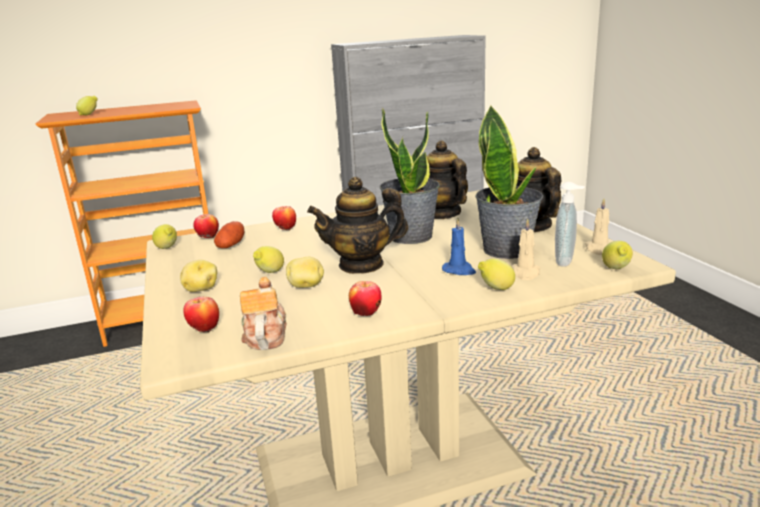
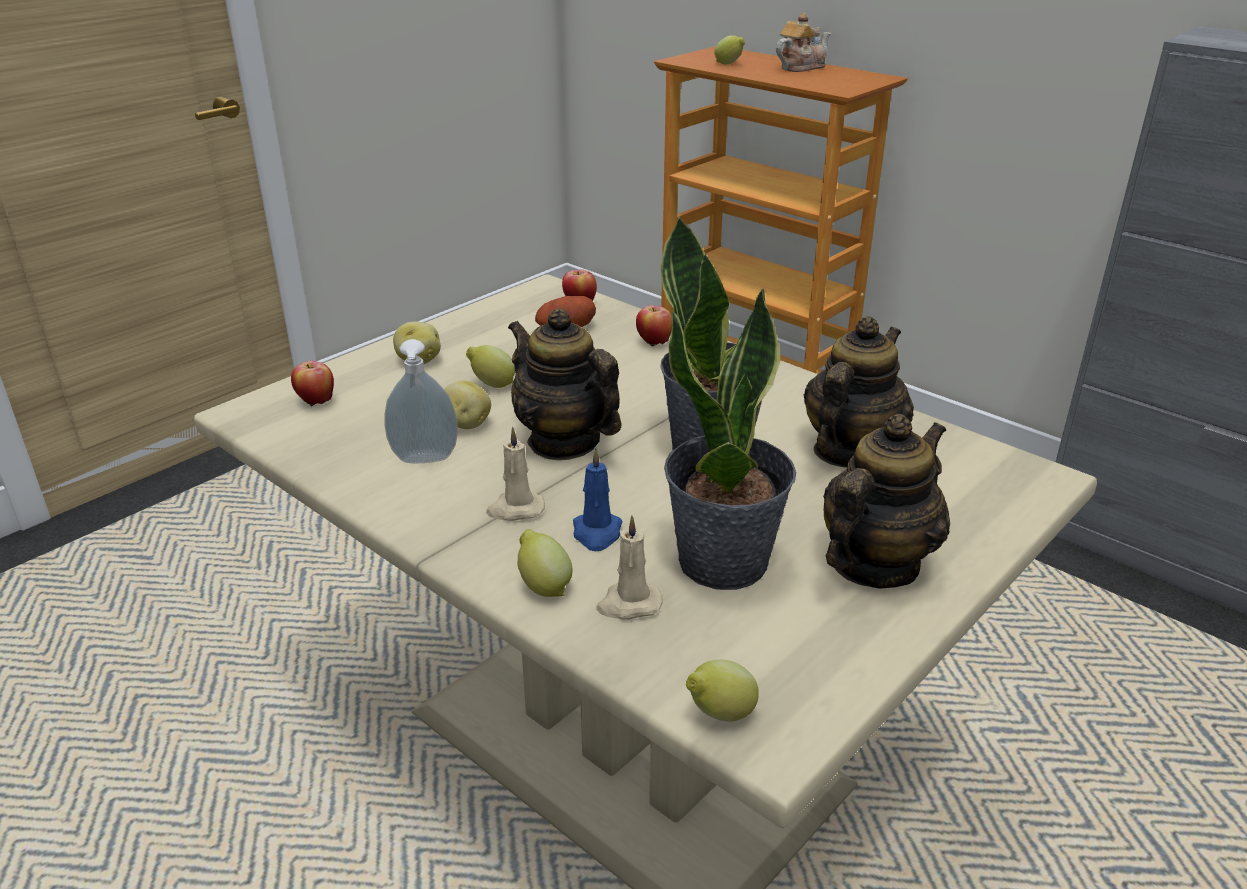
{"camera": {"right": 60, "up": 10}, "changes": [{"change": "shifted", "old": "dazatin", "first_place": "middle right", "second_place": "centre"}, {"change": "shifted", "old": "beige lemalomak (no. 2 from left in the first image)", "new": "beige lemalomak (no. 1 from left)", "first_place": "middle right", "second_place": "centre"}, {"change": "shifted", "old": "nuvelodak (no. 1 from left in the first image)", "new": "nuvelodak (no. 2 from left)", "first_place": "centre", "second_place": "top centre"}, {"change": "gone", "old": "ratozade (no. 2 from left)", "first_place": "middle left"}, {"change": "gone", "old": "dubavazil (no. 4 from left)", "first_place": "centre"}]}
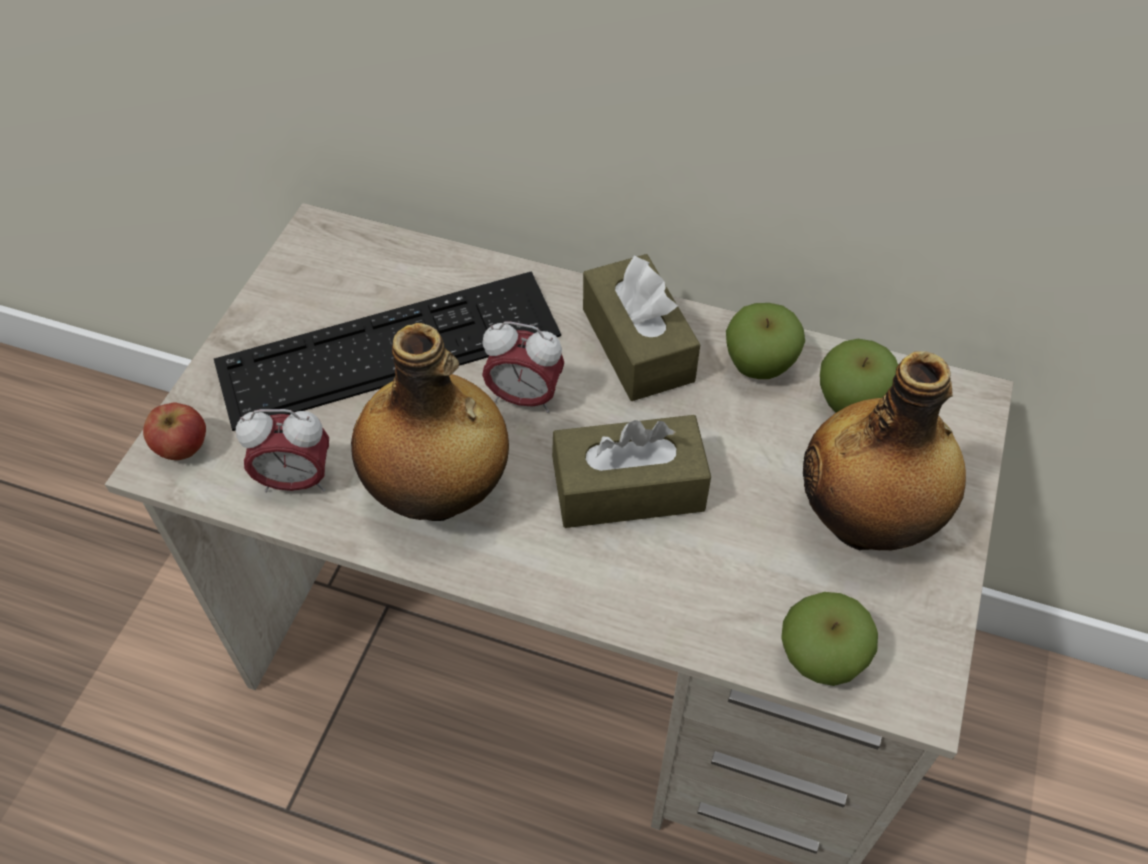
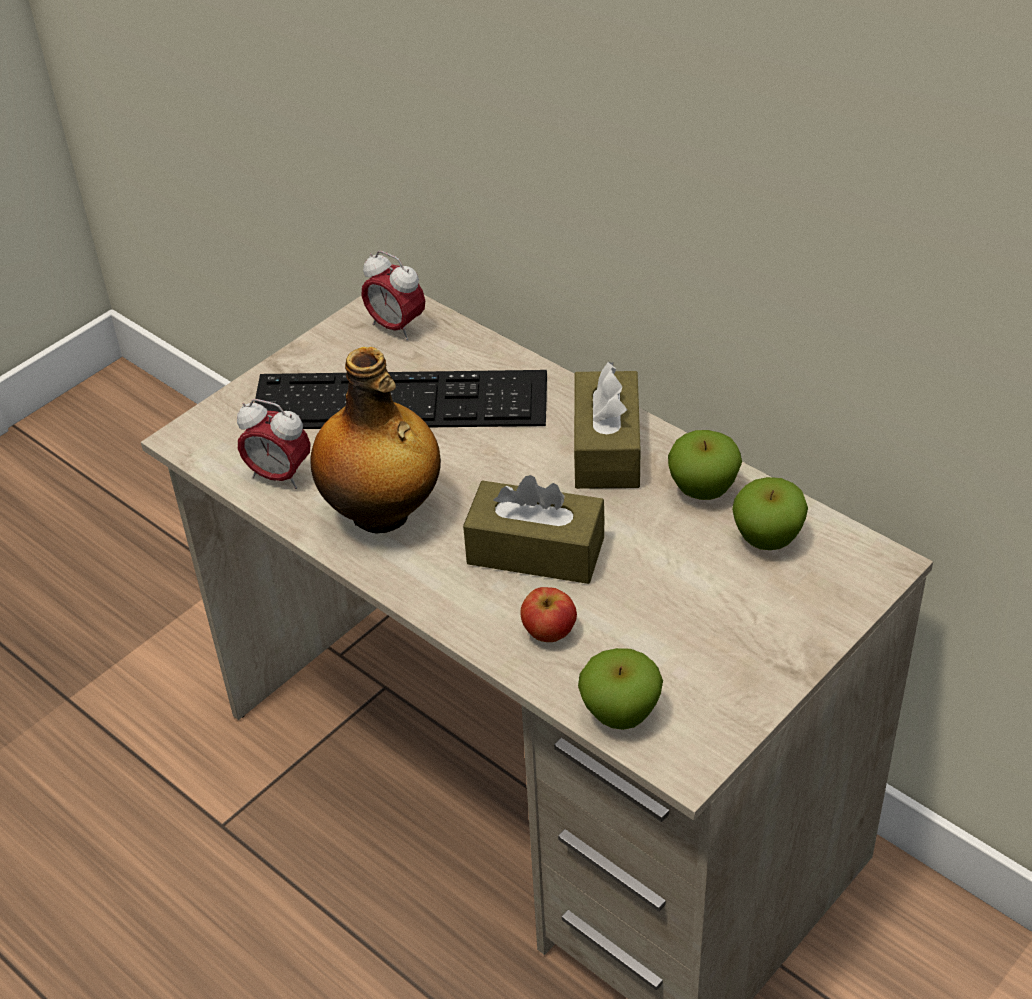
{"camera": {"right": 25, "up": -10}, "changes": [{"change": "shifted", "old": "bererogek (no. 2 from left)", "first_place": "centre", "second_place": "top centre"}, {"change": "shifted", "old": "dubavazil (no. 1 from left)", "first_place": "middle left", "second_place": "centre"}, {"change": "gone", "old": "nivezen (no. 2 from left)", "first_place": "middle right"}]}
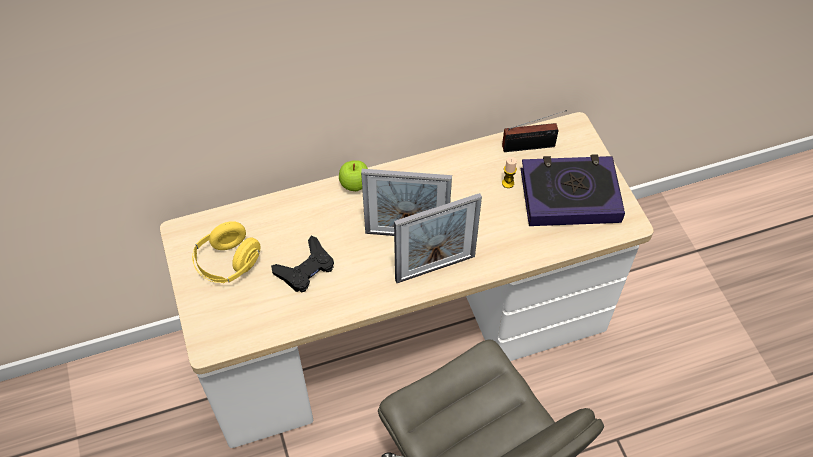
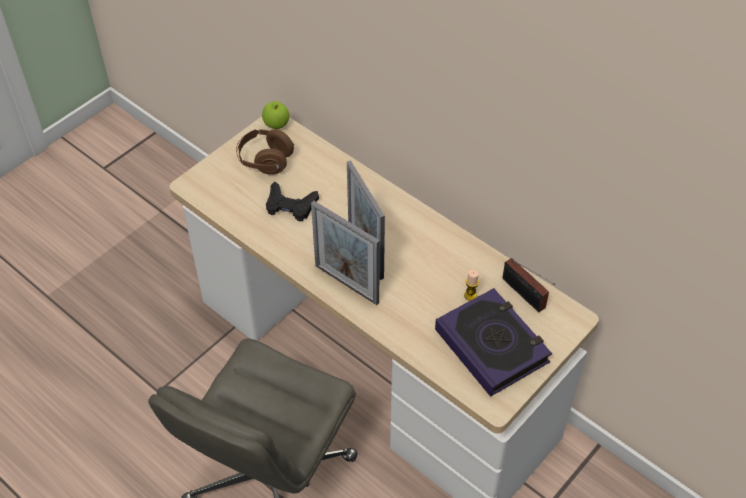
{"camera": {"right": 60, "up": -5}, "changes": [{"change": "repainted", "old": "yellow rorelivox", "new": "brown rorelivox", "first_place": "middle left", "second_place": "top centre"}, {"change": "shifted", "old": "dubavazil", "first_place": "centre", "second_place": "top centre"}]}
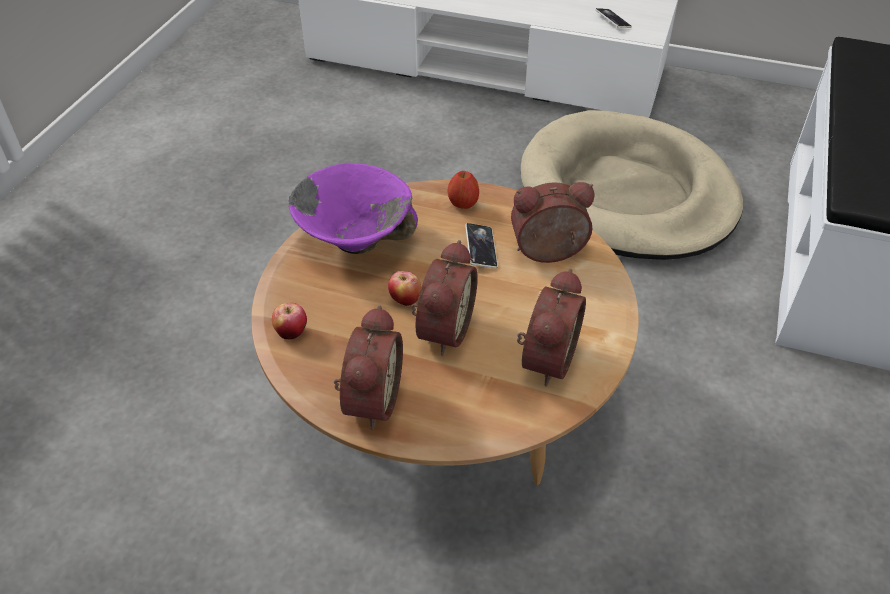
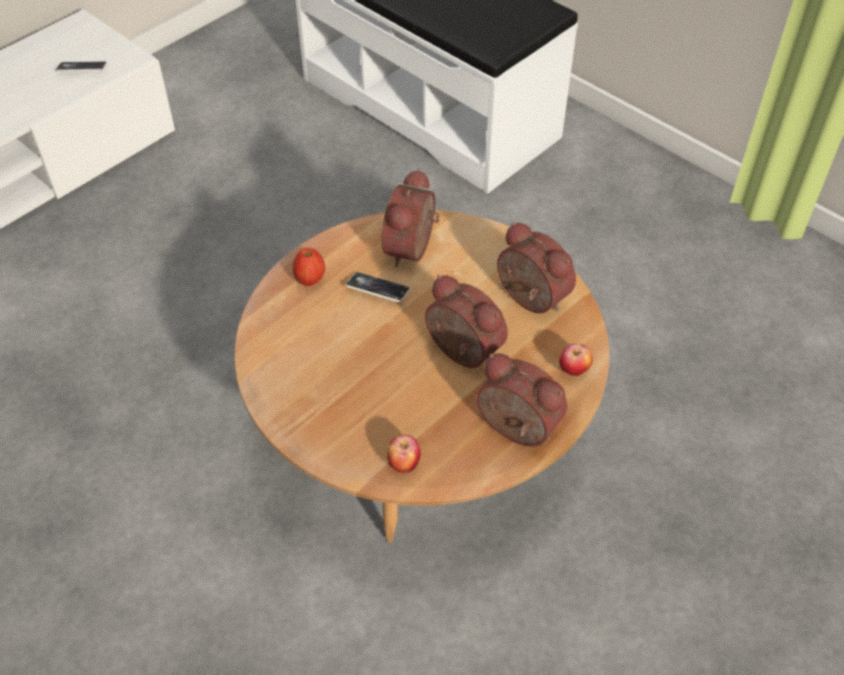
{"camera": {"right": -65, "up": 5}, "changes": [{"change": "shifted", "old": "dubavazil (no. 2 from left in the first image)", "new": "dubavazil (no. 3 from left)", "first_place": "centre", "second_place": "middle right"}, {"change": "gone", "old": "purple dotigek", "first_place": "centre"}, {"change": "gone", "old": "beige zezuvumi", "first_place": "top right"}]}
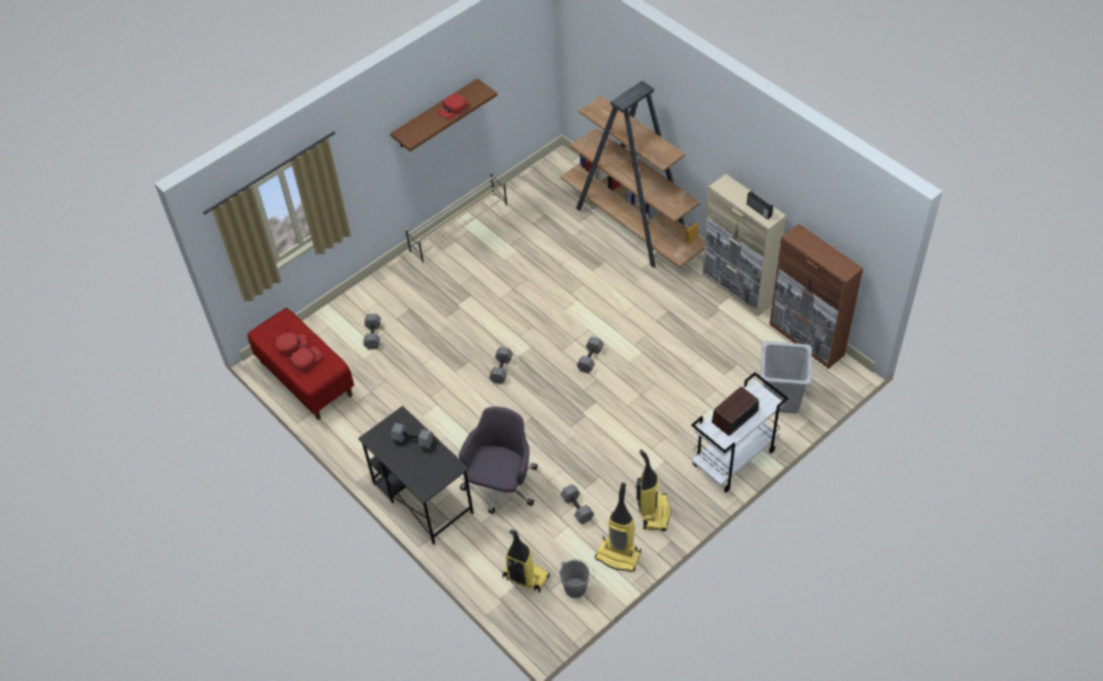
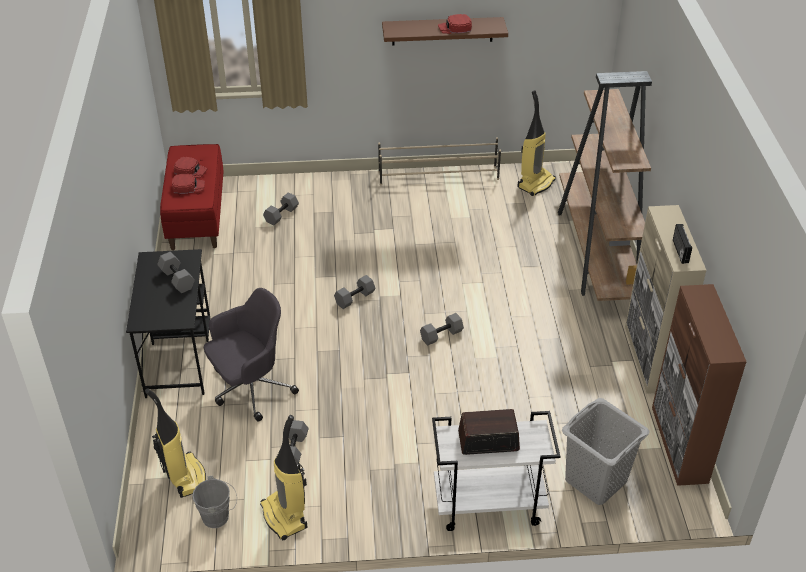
{"camera": {"right": 35, "up": -10}, "changes": [{"change": "shifted", "old": "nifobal (no. 3 from left)", "first_place": "bottom centre", "second_place": "top centre"}]}
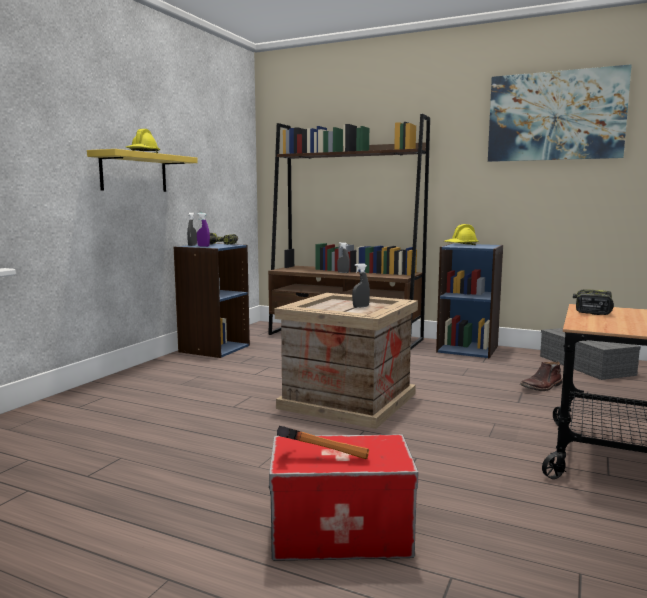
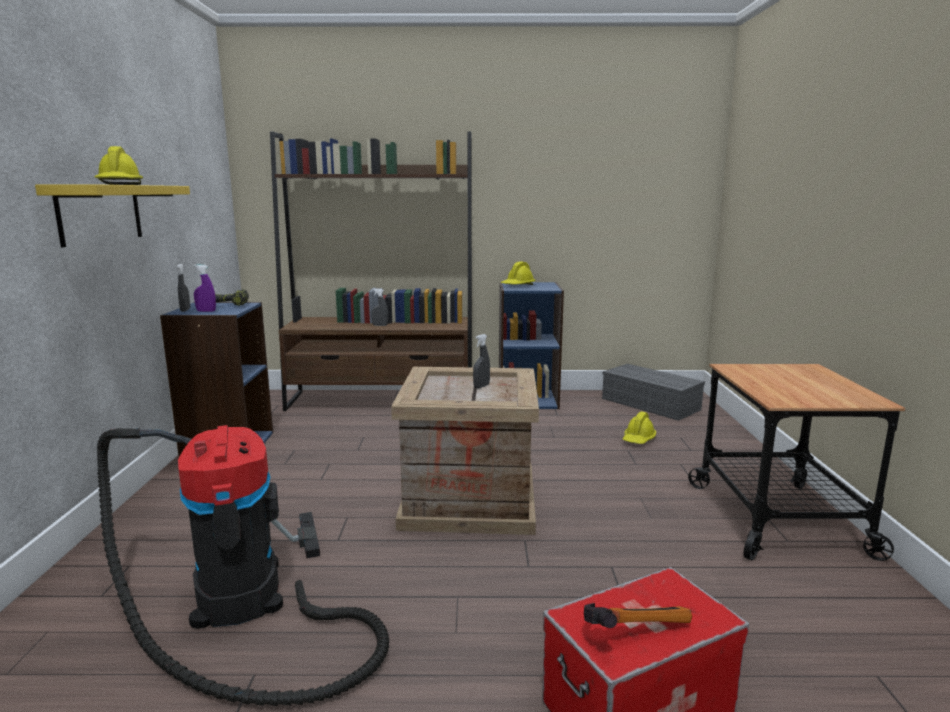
{"camera": {"right": -25, "up": 5}, "changes": [{"change": "new", "new": "nifobal", "second_place": "bottom left"}, {"change": "swapped", "old": "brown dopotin", "new": "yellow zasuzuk (no. 3 from left)", "first_place": "middle right", "second_place": "middle right"}, {"change": "gone", "old": "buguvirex", "first_place": "top right"}, {"change": "gone", "old": "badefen (no. 2 from left)", "first_place": "middle right"}]}
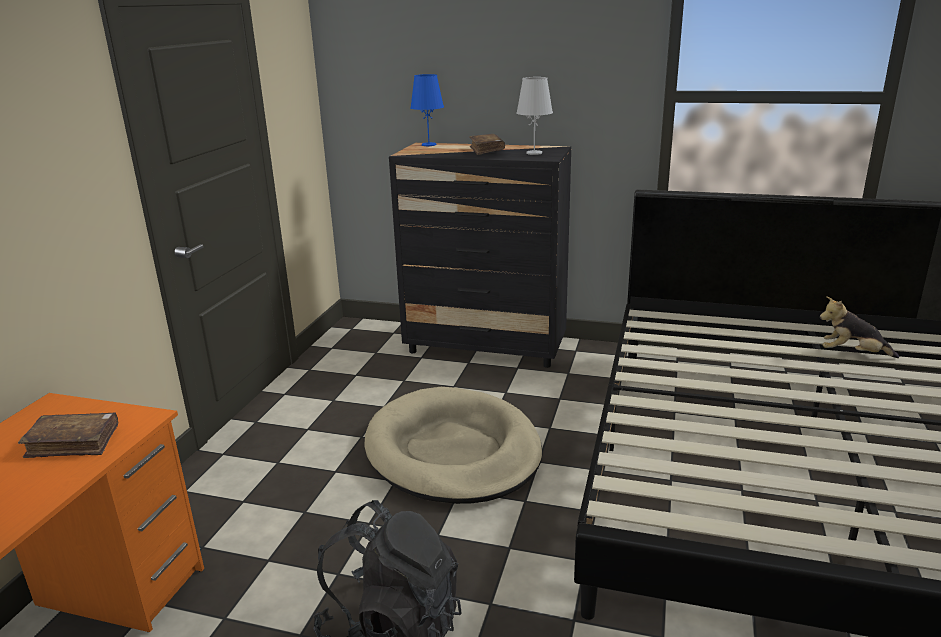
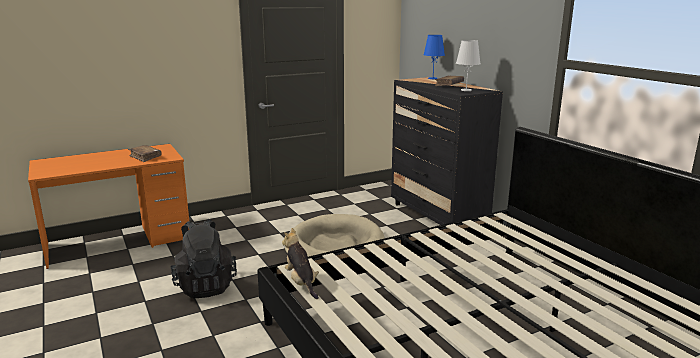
{"camera": {"right": 45, "up": -5}, "changes": [{"change": "shifted", "old": "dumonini", "first_place": "middle right", "second_place": "bottom centre"}]}
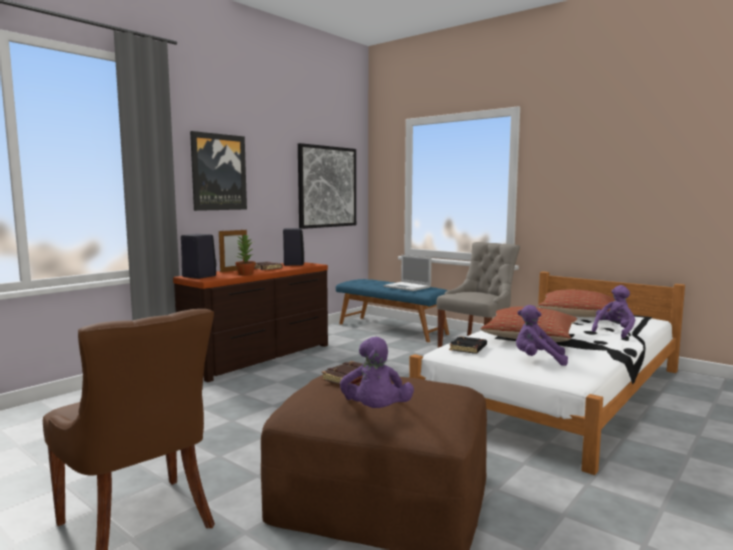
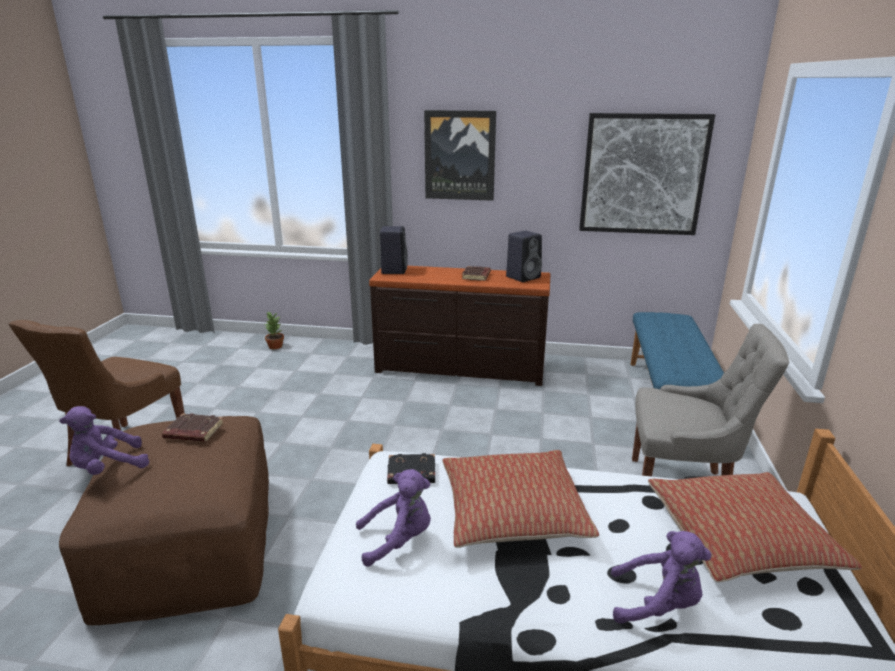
{"camera": {"right": 60, "up": 15}, "changes": [{"change": "shifted", "old": "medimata", "first_place": "centre", "second_place": "middle left"}, {"change": "rotated", "old": "purple dumonini (no. 2 from left)", "first_place": "middle right", "second_place": "bottom centre", "degrees": 90}, {"change": "gone", "old": "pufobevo", "first_place": "middle left"}, {"change": "gone", "old": "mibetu", "first_place": "centre"}]}
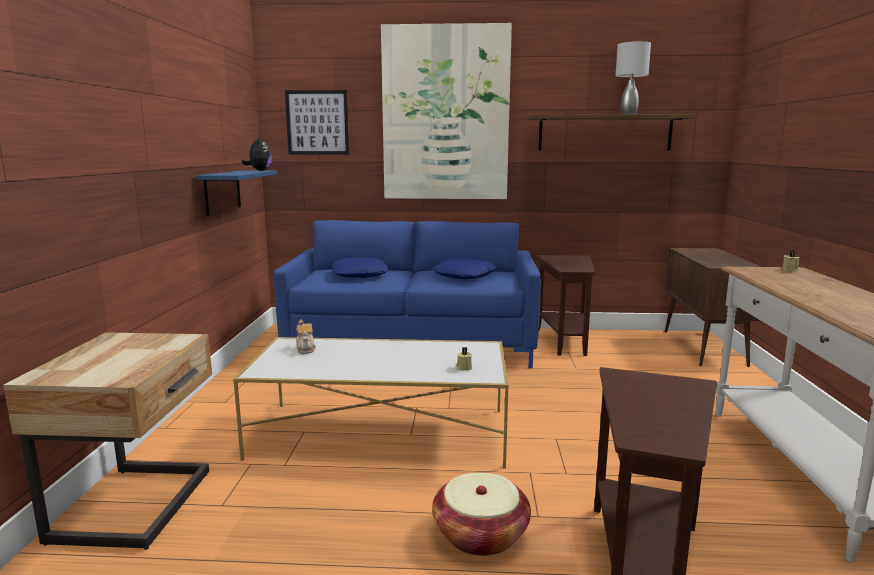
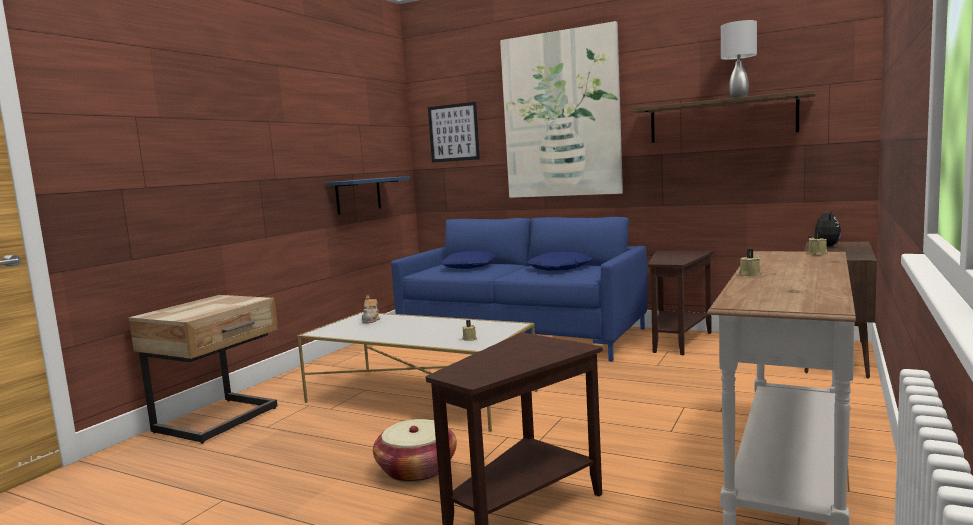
{"camera": {"right": 25, "up": -5}, "changes": [{"change": "new", "new": "beige lemalomak (no. 2 from left)", "second_place": "middle right"}, {"change": "shifted", "old": "dumonini", "first_place": "top left", "second_place": "middle right"}]}
